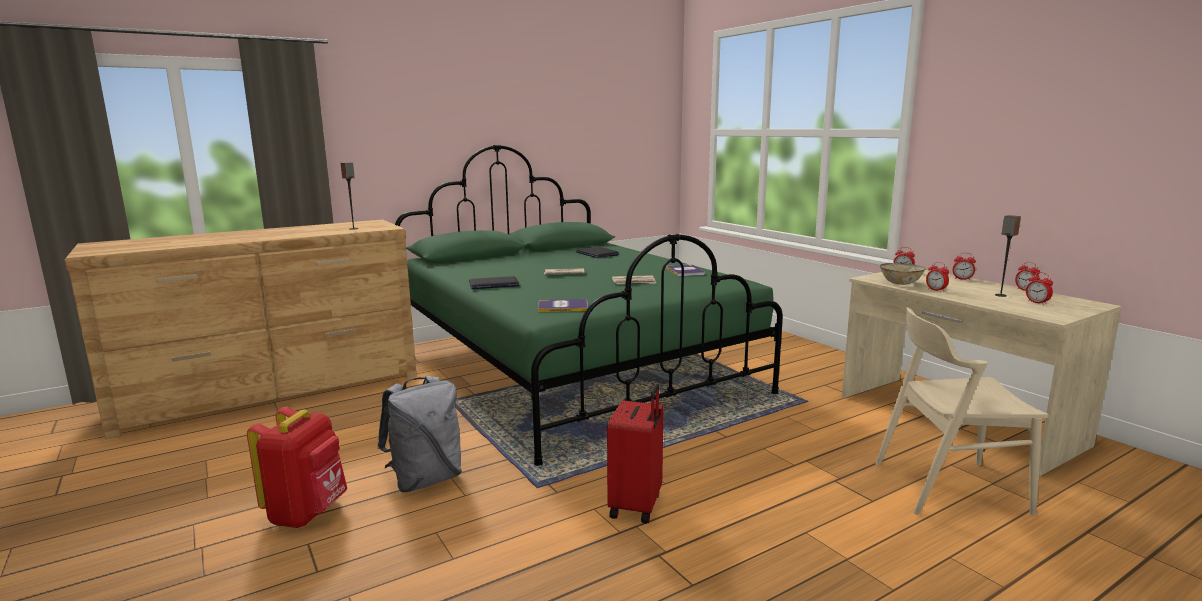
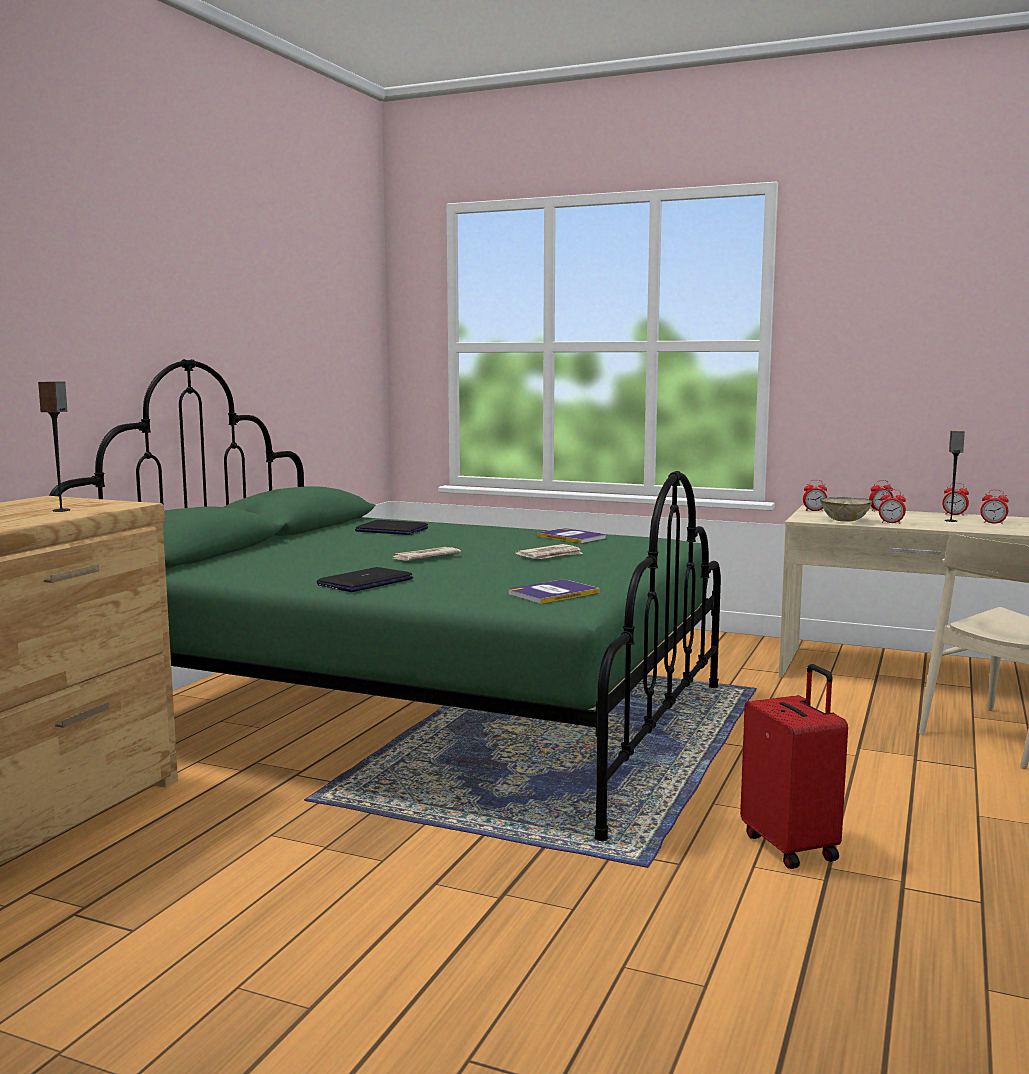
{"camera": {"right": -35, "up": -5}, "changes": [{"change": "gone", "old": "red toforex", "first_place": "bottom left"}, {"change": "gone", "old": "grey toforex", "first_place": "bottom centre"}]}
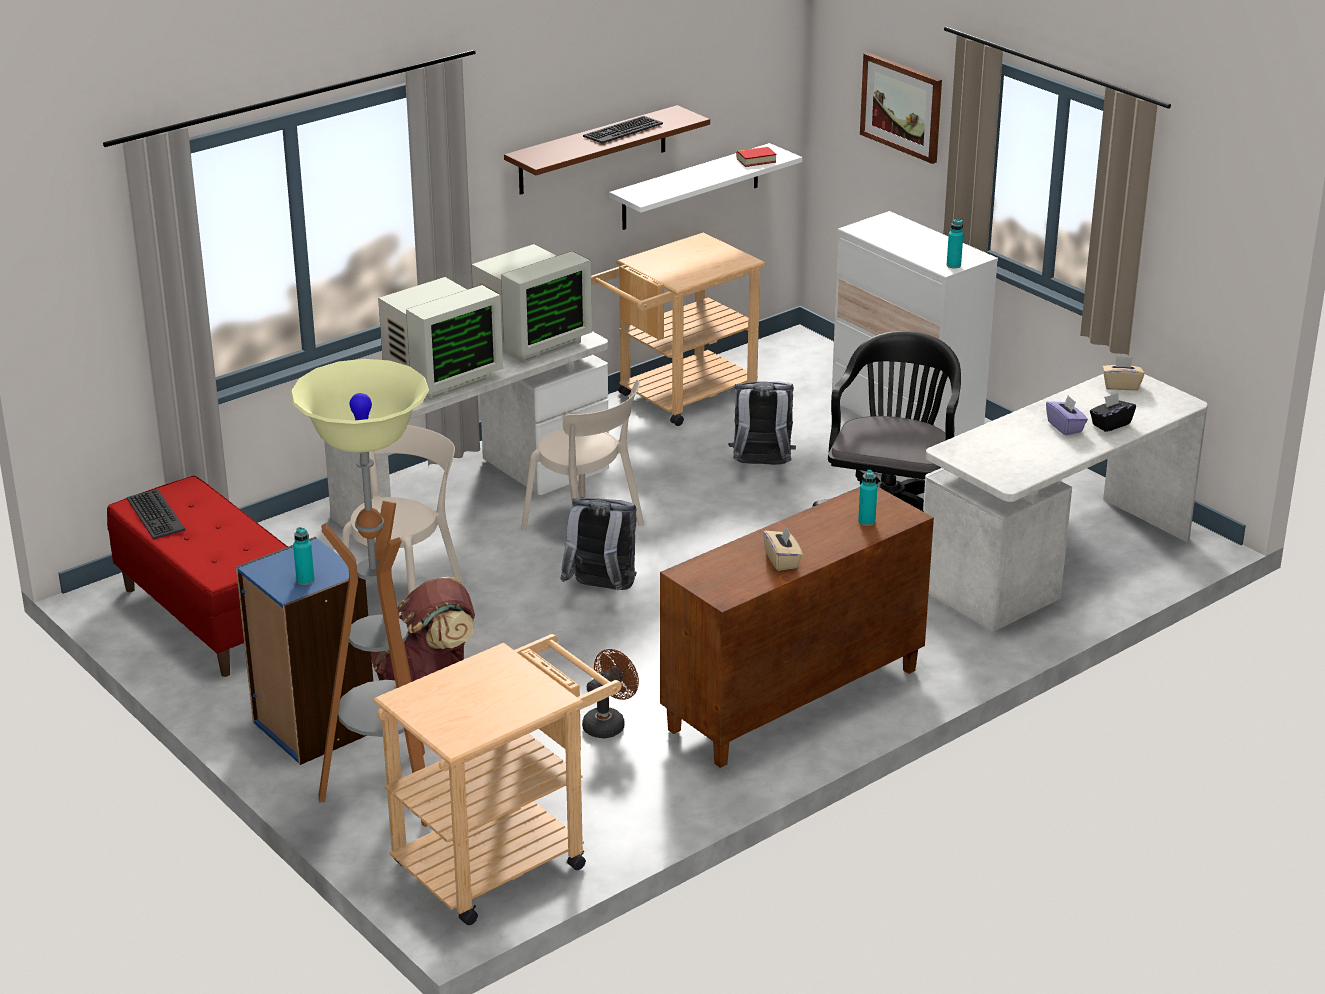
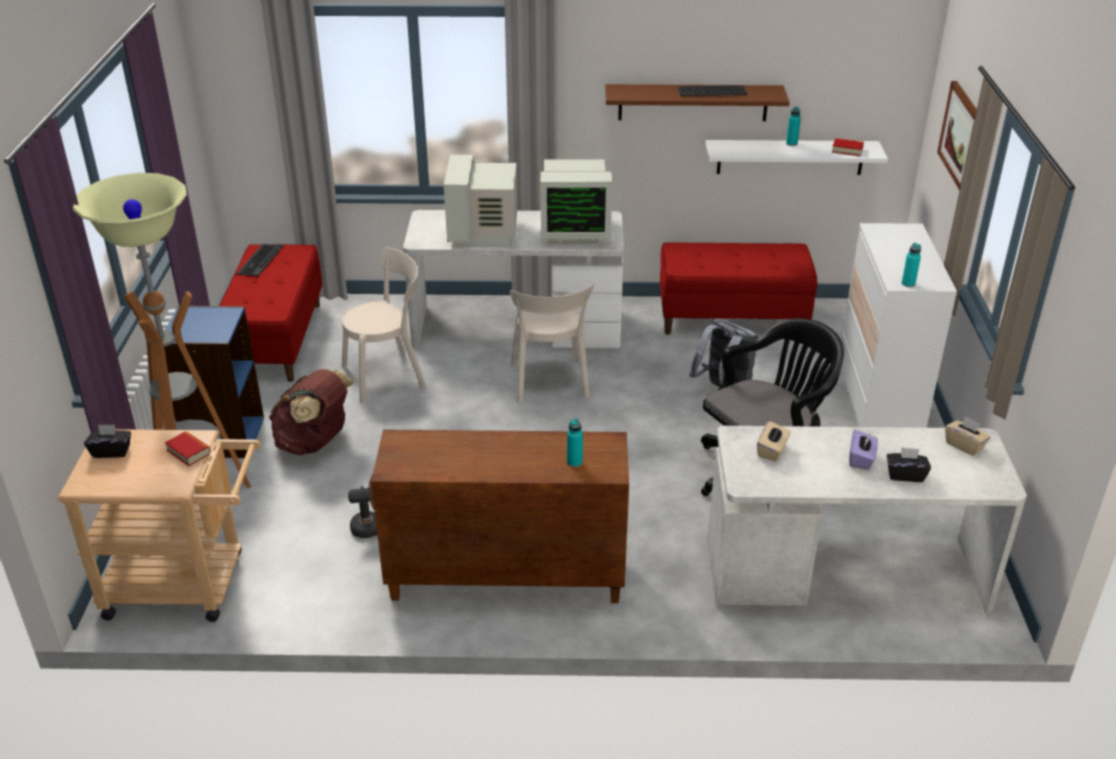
{"camera": {"right": 40, "up": 5}, "changes": [{"change": "new", "new": "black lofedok (no. 1 from left)", "second_place": "middle left"}, {"change": "new", "new": "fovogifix (no. 1 from left)", "second_place": "middle left"}, {"change": "rotated", "old": "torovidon (no. 1 from left)", "first_place": "middle left", "second_place": "top centre", "degrees": 90}, {"change": "swapped", "old": "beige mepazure (no. 2 from left)", "new": "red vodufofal (no. 2 from left)", "first_place": "top centre", "second_place": "centre"}, {"change": "shifted", "old": "beige lofedok (no. 1 from left)", "first_place": "centre", "second_place": "middle right"}, {"change": "shifted", "old": "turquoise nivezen (no. 1 from left in the first image)", "new": "turquoise nivezen (no. 2 from left)", "first_place": "middle left", "second_place": "top right"}, {"change": "gone", "old": "grey toforex (no. 1 from left)", "first_place": "centre"}]}
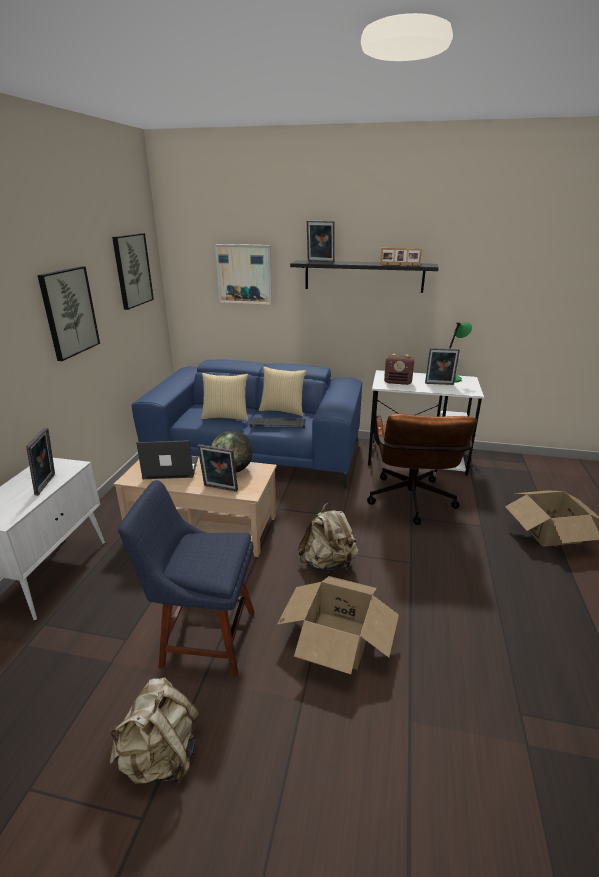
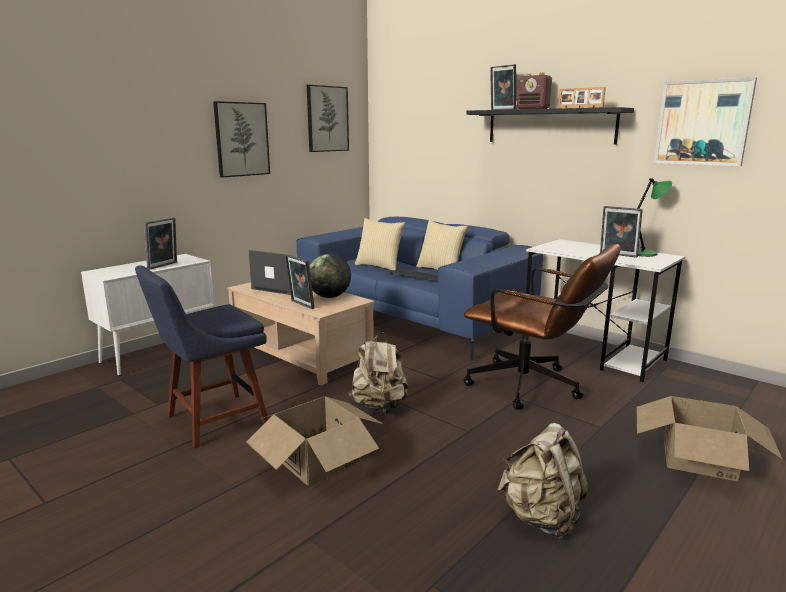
{"camera": {"right": 30, "up": -10}, "changes": [{"change": "rotated", "old": "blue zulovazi", "first_place": "middle left", "second_place": "middle left", "degrees": -75}, {"change": "rotated", "old": "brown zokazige", "first_place": "middle right", "second_place": "middle right", "degrees": -90}, {"change": "shifted", "old": "beige toforex (no. 1 from left in the first image)", "new": "beige toforex (no. 2 from left)", "first_place": "bottom left", "second_place": "bottom right"}, {"change": "shifted", "old": "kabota", "first_place": "centre", "second_place": "top right"}, {"change": "shifted", "old": "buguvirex (no. 3 from left)", "first_place": "top centre", "second_place": "top right"}]}
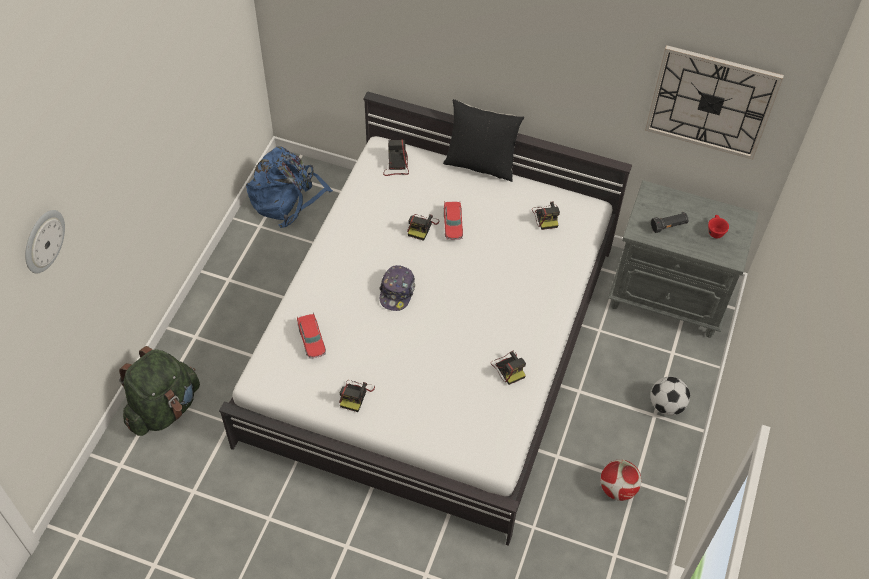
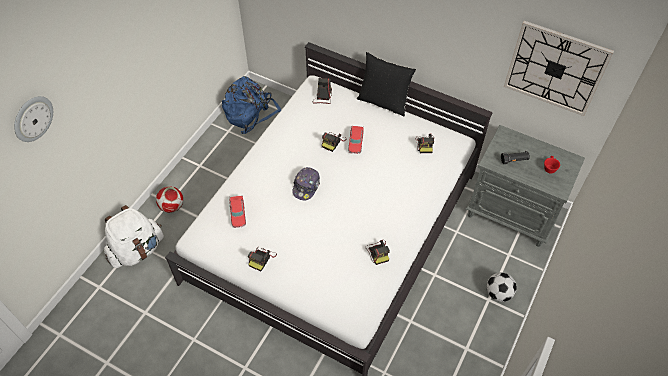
{"camera": {"right": 10, "up": 0}, "changes": [{"change": "repainted", "old": "green toforex", "new": "white toforex", "first_place": "bottom left", "second_place": "middle left"}, {"change": "shifted", "old": "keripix (no. 1 from left)", "first_place": "bottom right", "second_place": "middle left"}]}
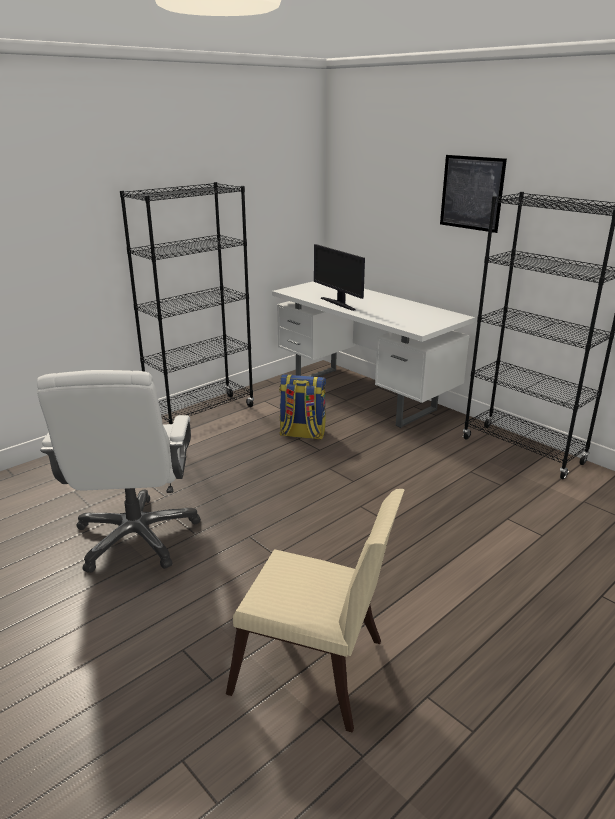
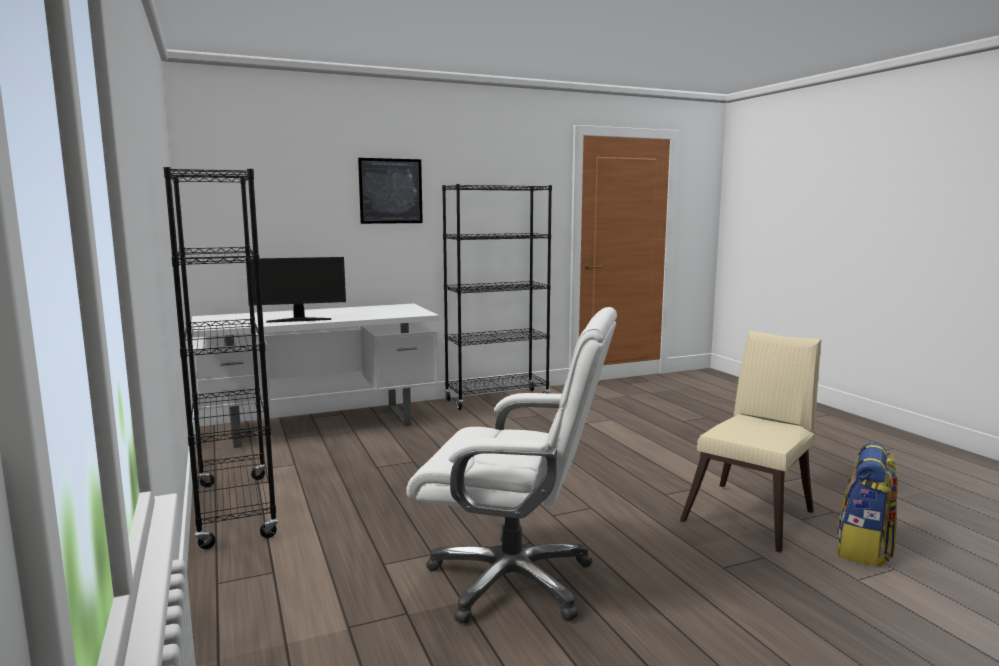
{"camera": {"right": -70, "up": -15}, "changes": [{"change": "shifted", "old": "toforex", "first_place": "centre", "second_place": "bottom right"}]}
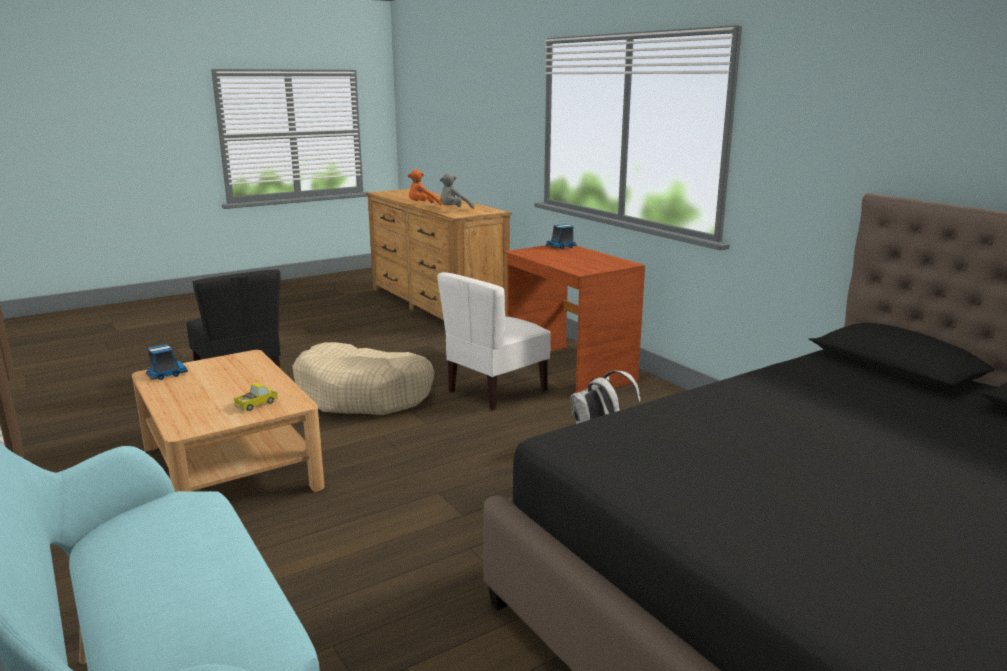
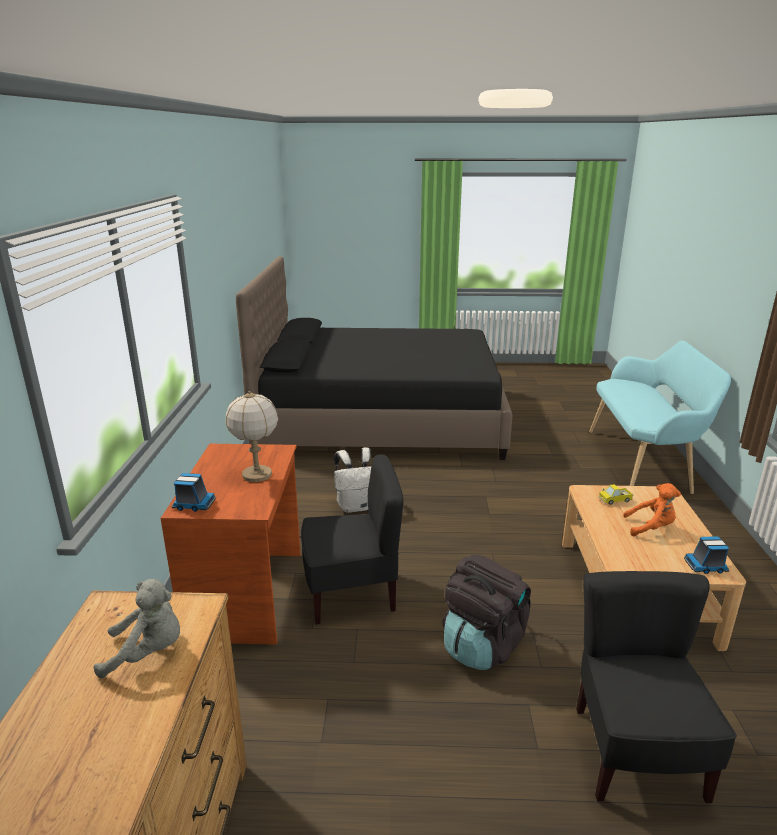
{"camera": {"right": -145, "up": 5}, "changes": [{"change": "new", "new": "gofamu", "second_place": "middle left"}, {"change": "repainted", "old": "white zulovazi", "new": "black zulovazi (no. 1 from left)", "first_place": "centre", "second_place": "centre"}, {"change": "swapped", "old": "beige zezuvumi", "new": "black toforex", "first_place": "centre", "second_place": "bottom centre"}, {"change": "shifted", "old": "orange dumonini", "first_place": "top centre", "second_place": "middle right"}]}
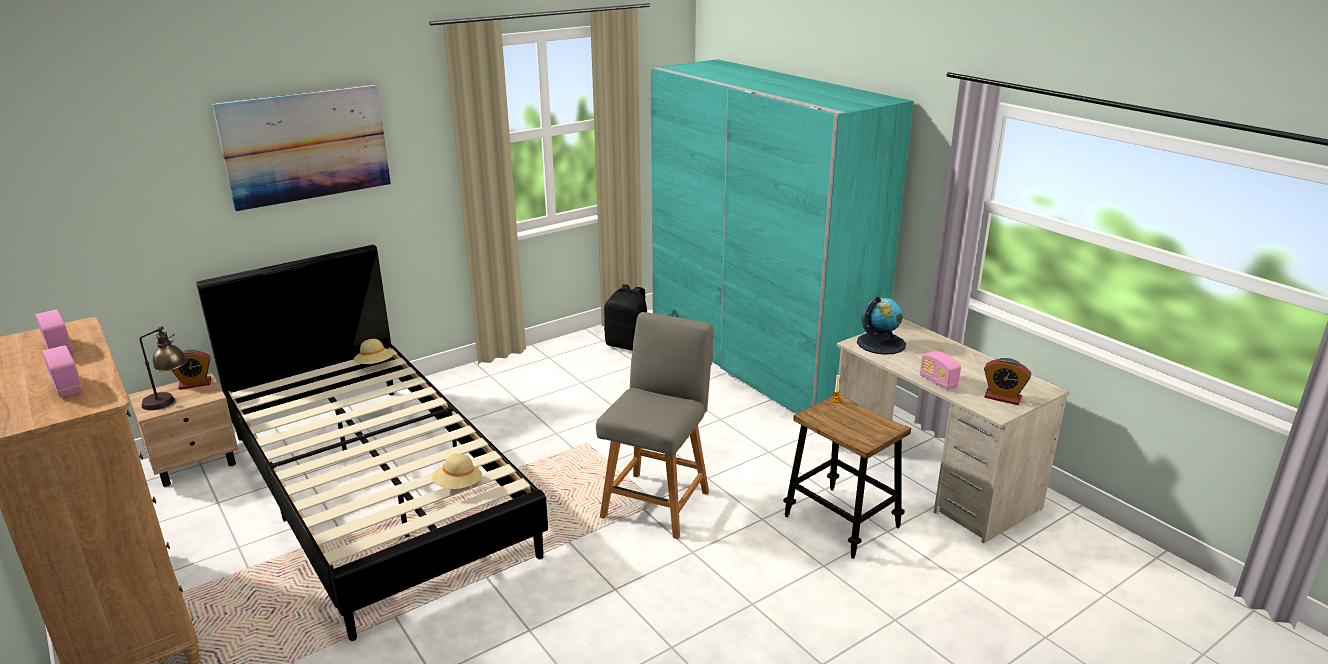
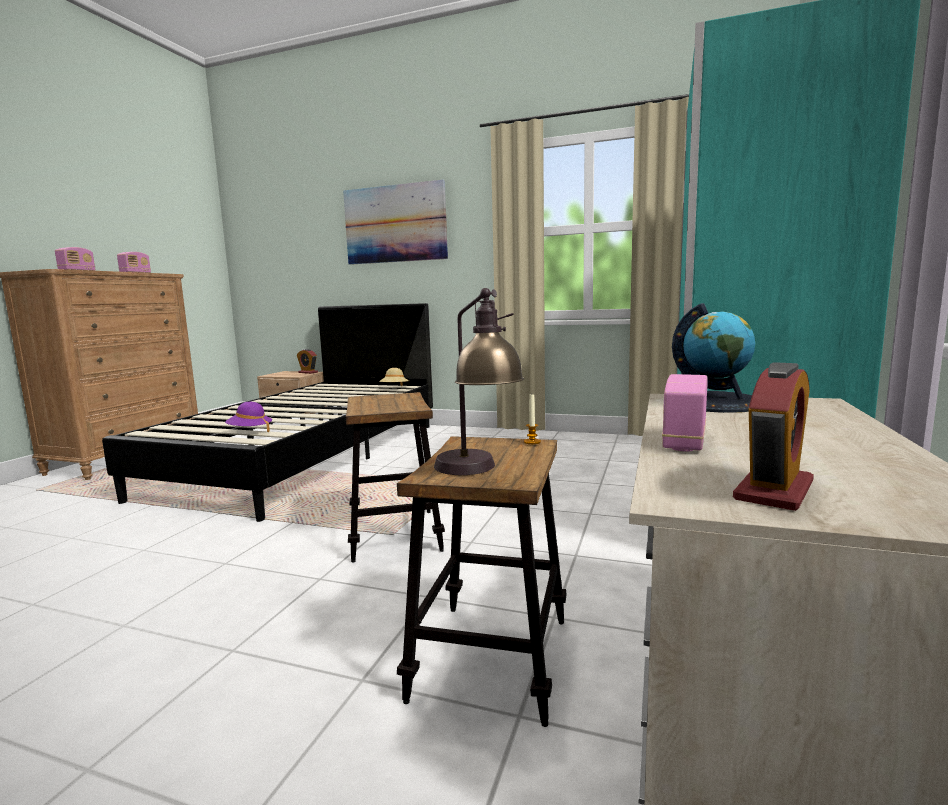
{"camera": {"right": 55, "up": -15}, "changes": [{"change": "repainted", "old": "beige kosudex (no. 2 from left)", "new": "purple kosudex", "first_place": "bottom centre", "second_place": "middle left"}, {"change": "swapped", "old": "grey zulovazi", "new": "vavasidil (no. 1 from left)", "first_place": "centre", "second_place": "centre"}, {"change": "shifted", "old": "gofamu", "first_place": "middle left", "second_place": "centre"}, {"change": "rotated", "old": "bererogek (no. 2 from left)", "first_place": "middle right", "second_place": "middle right", "degrees": -135}, {"change": "gone", "old": "black toforex", "first_place": "centre"}]}
